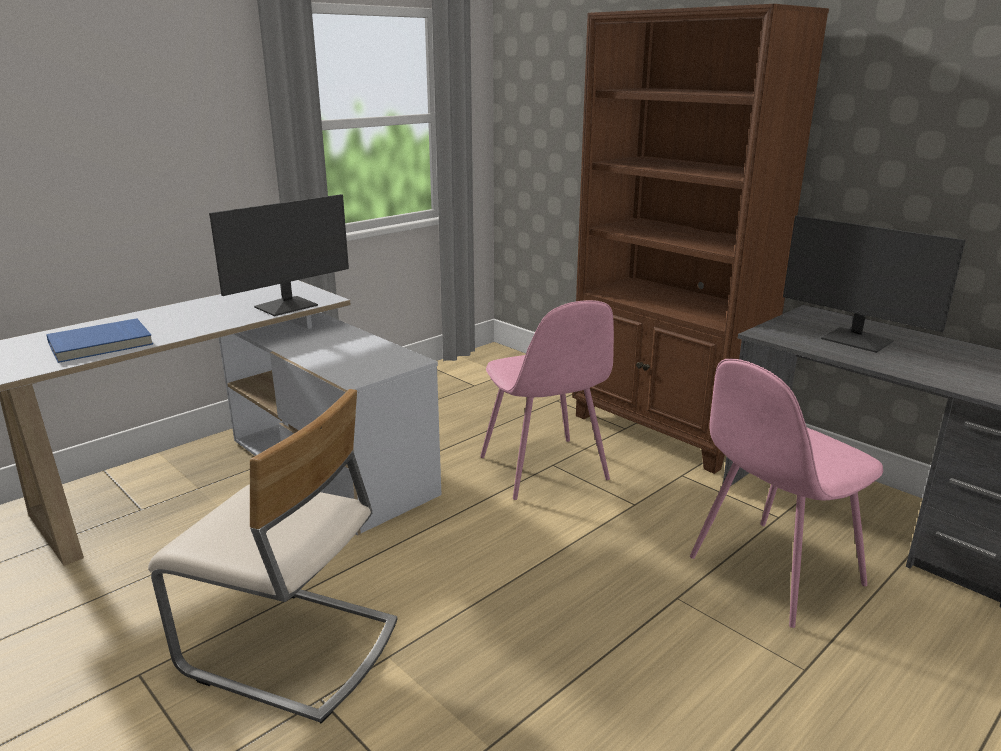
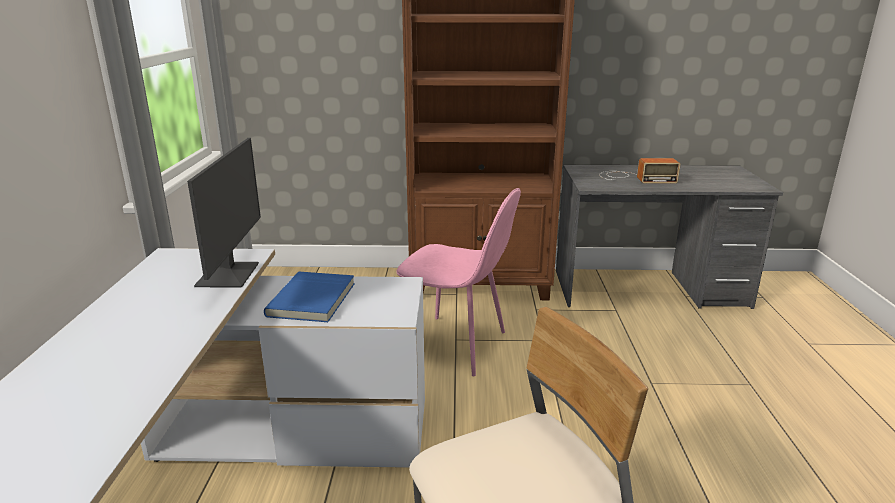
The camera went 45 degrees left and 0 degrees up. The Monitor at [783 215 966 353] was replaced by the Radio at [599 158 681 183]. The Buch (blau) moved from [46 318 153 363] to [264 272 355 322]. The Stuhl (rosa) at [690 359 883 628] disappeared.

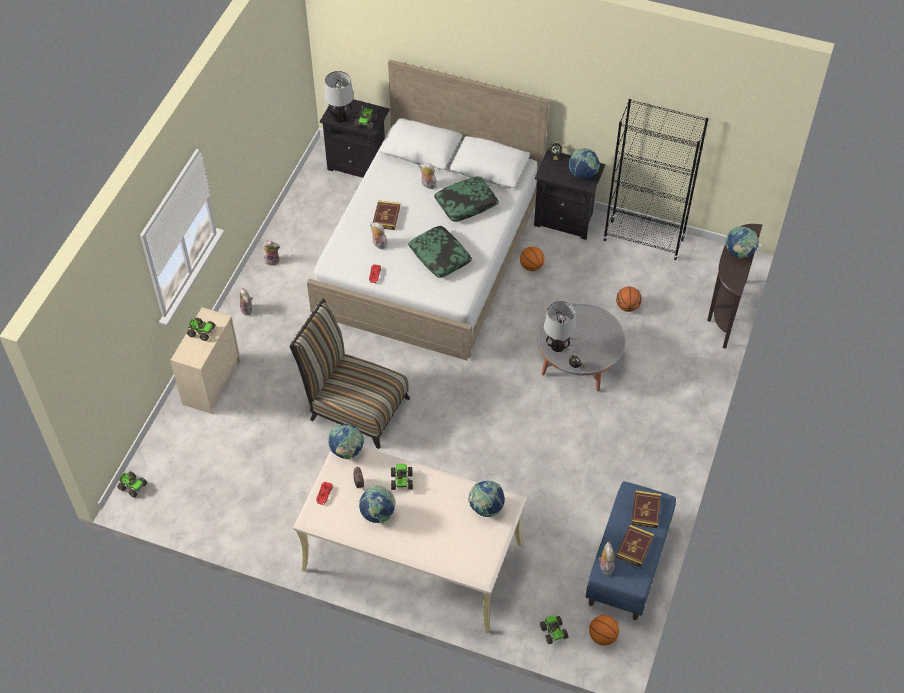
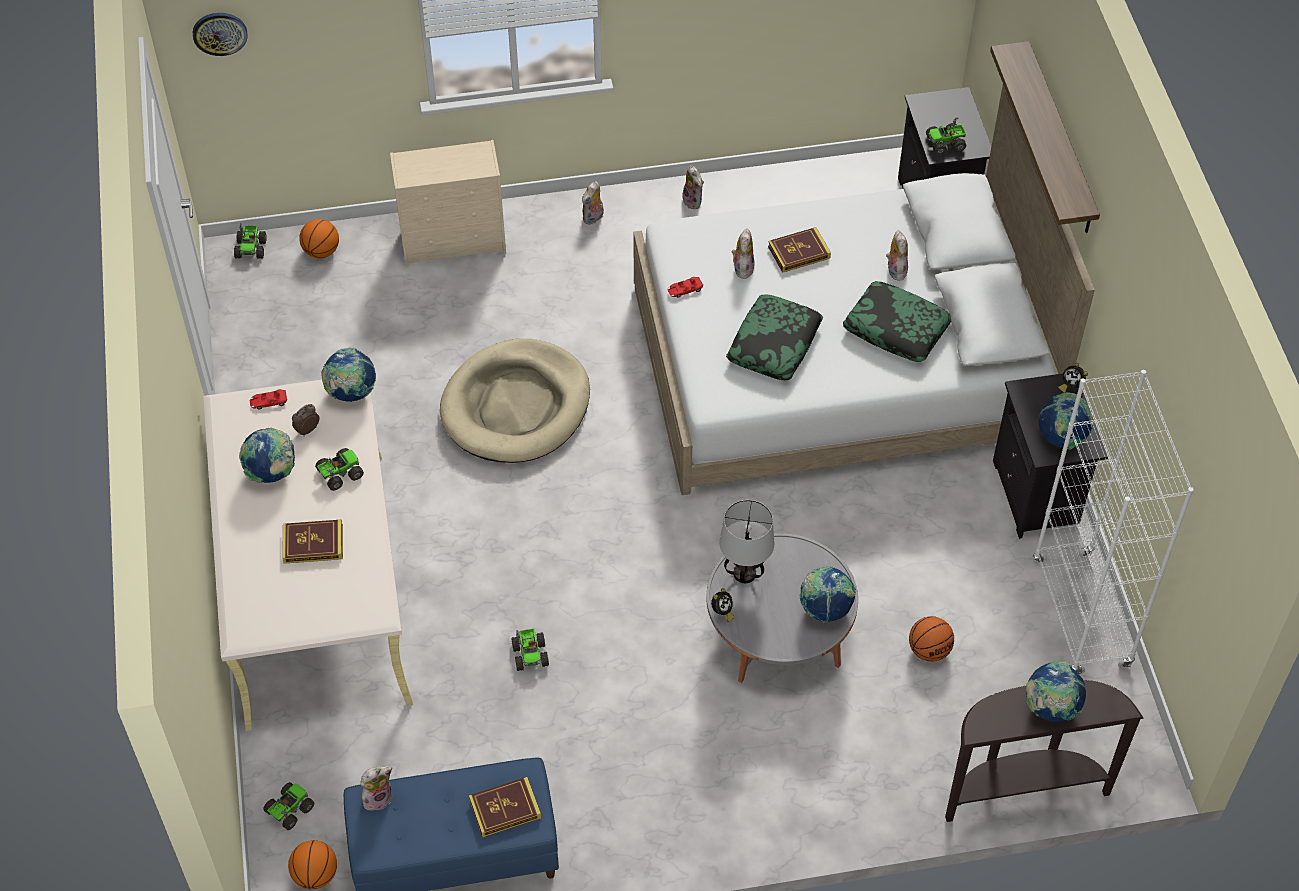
The camera went 60 degrees right and 0 degrees up. The Tischlampe at [324 71 354 122] disappeared. The Bücherregal (schwarz) at [603 99 708 260] became the Bücherregal (weiß) at [1033 370 1194 675]. The Basketball moved from [520 247 545 271] to [299 219 339 258]. The Stuhl at [289 298 410 449] was replaced by the Hundebett (beige) at [440 338 590 463]. The Spielzeuglaster moved from [187 318 216 341] to [511 629 549 671]. The Globus moved from [468 481 505 517] to [800 566 856 622]. The Buch moved from [616 525 654 567] to [282 519 343 564]. The Wanduhr at [193 13 248 56] appeared. The Wandregal at [990 41 1100 233] appeared.

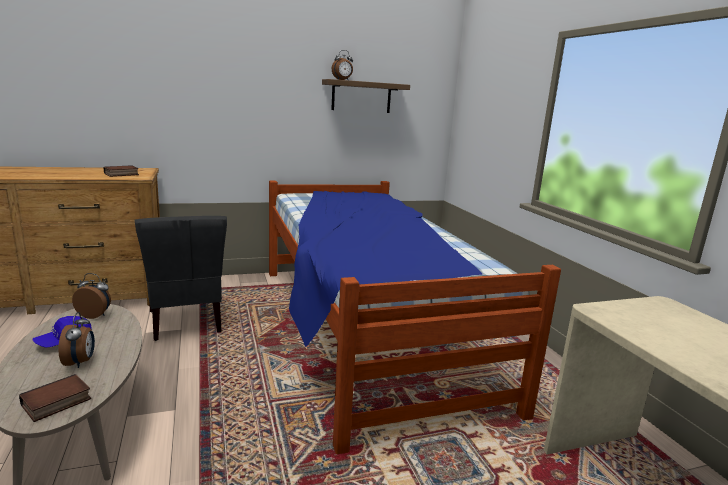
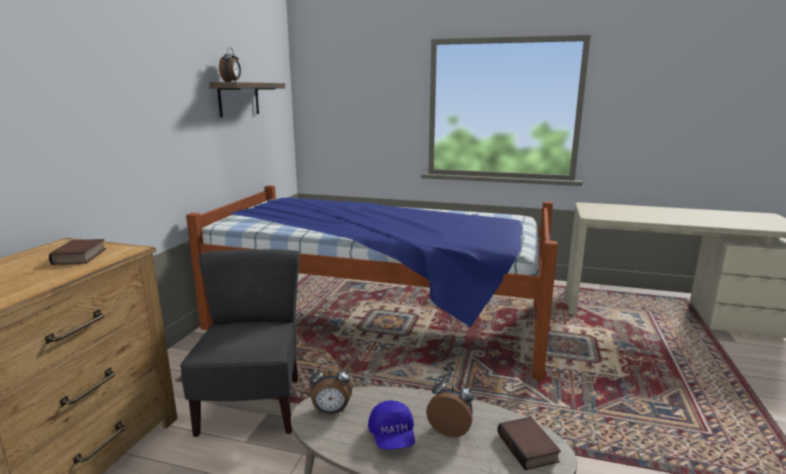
The camera went 55 degrees left and 0 degrees up. The Stuhl (grau) at [135 216 227 341] turned 105 degrees counterclockwise. The Wecker at [72 273 111 319] turned 135 degrees counterclockwise.

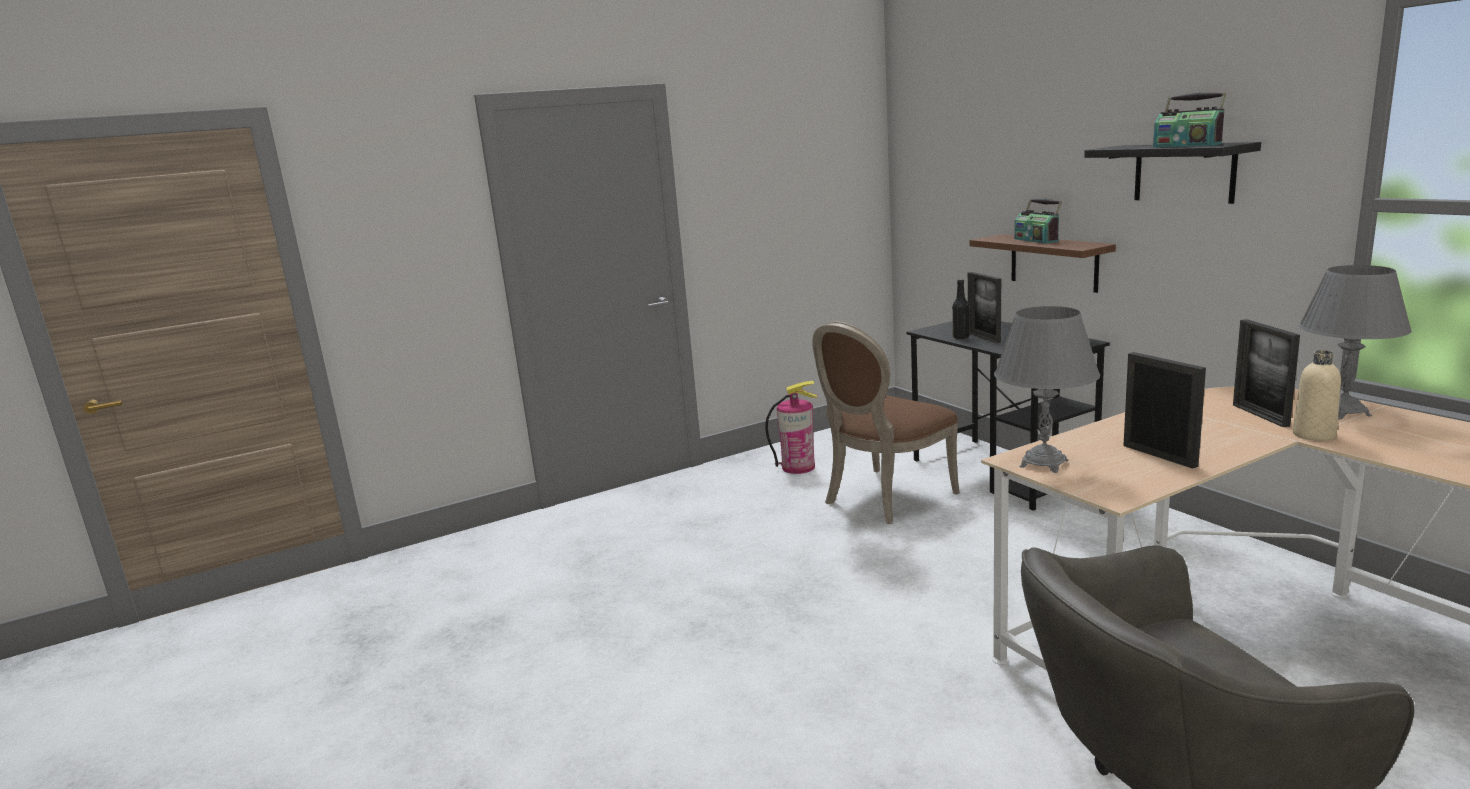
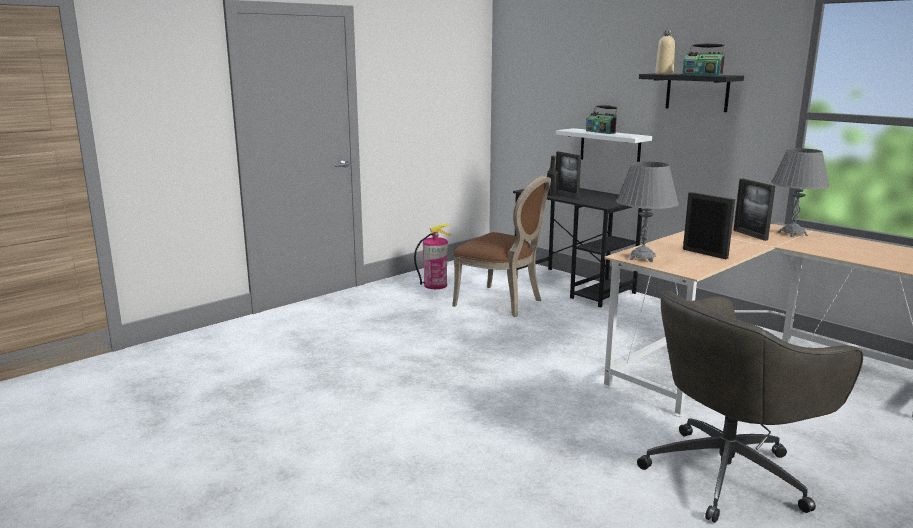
The camera went 15 degrees left and 0 degrees up. The Wandregal (braun) at [969 234 1116 293] became the Wandregal (weiß) at [556 128 652 162]. The Stuhl (braun) at [812 321 960 524] turned 90 degrees counterclockwise. The Flasche (beige) moved from [1293 350 1341 441] to [655 31 675 74].

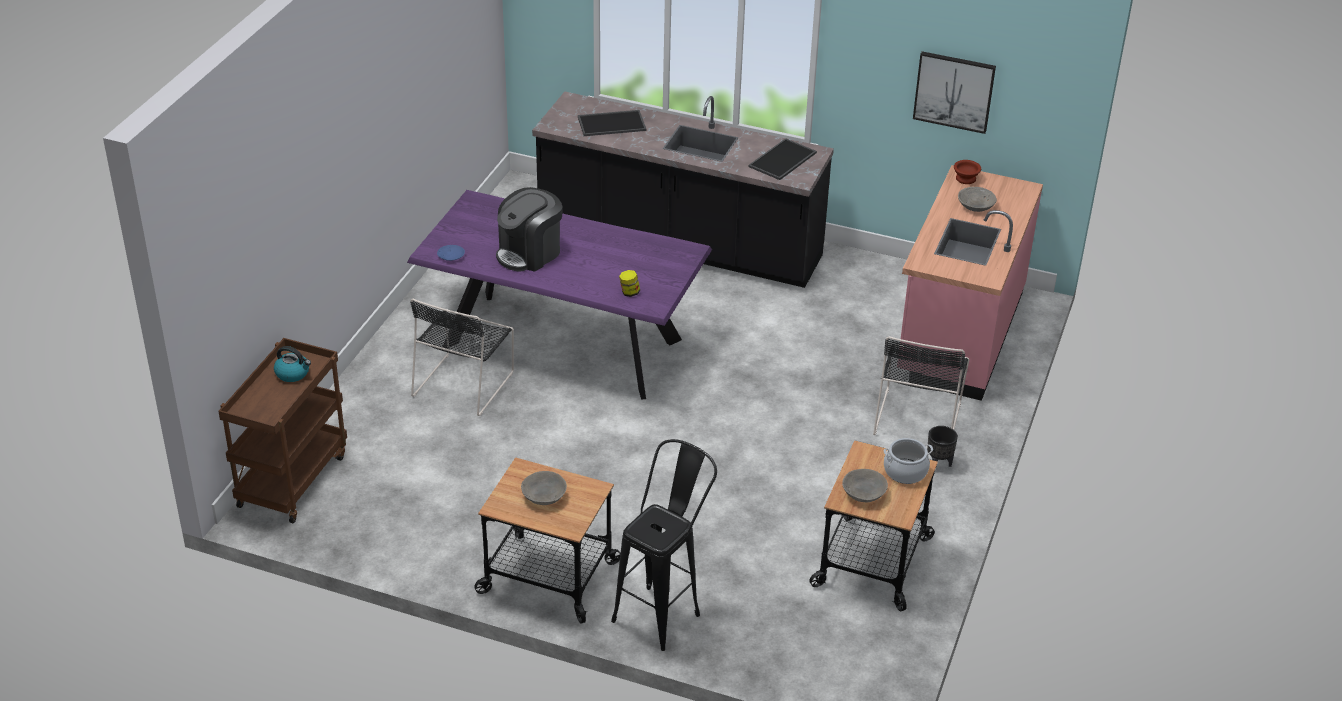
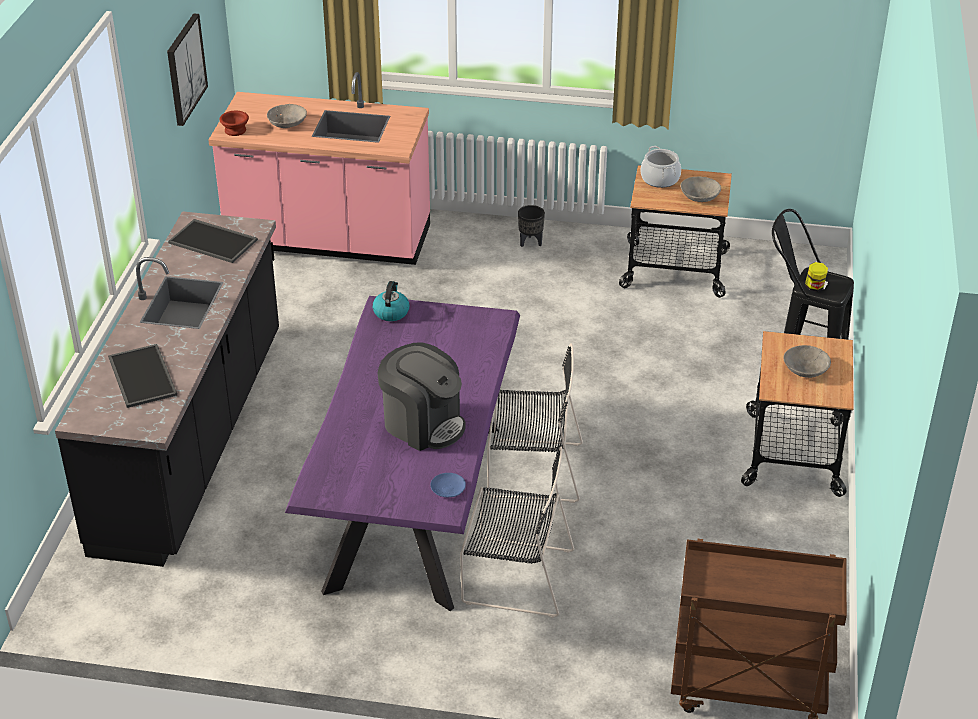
The camera went 100 degrees left and 0 degrees up. The Vorratsglas moved from [619 270 640 297] to [805 262 828 292]. The Stuhl (schwarz) moved from [873 336 969 435] to [487 343 583 503]. The Wasserkessel moved from [274 346 311 382] to [372 281 410 321].

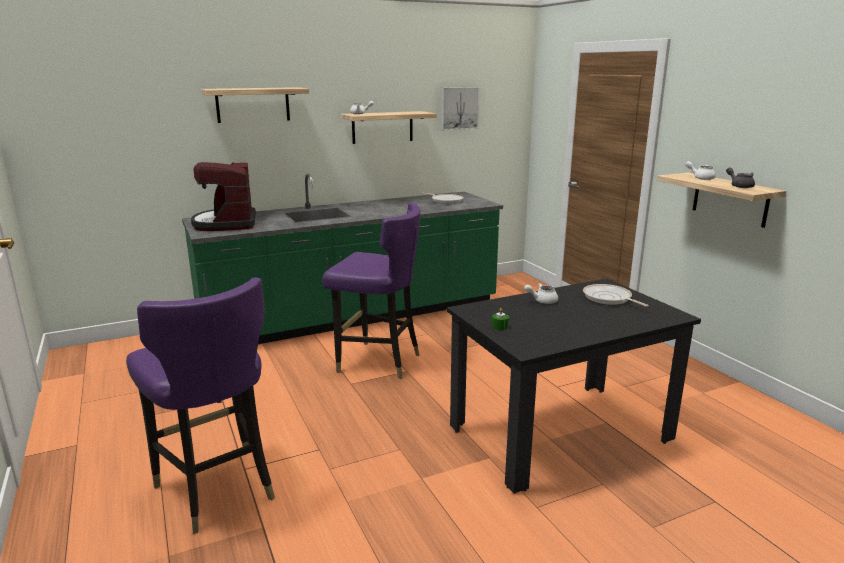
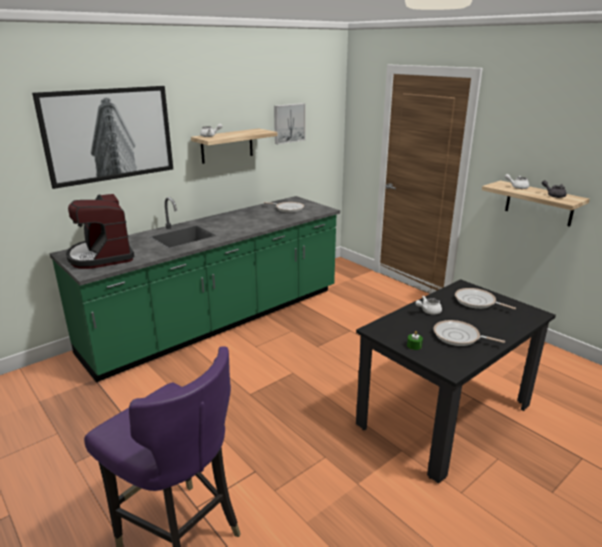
The camera went 15 degrees left and 5 degrees up. The Wandregal at [201 87 309 123] was replaced by the Bild at [32 86 173 189]. The Stuhl (lila) at [322 203 421 379] disappeared. The Pfanne at [434 320 505 346] appeared.

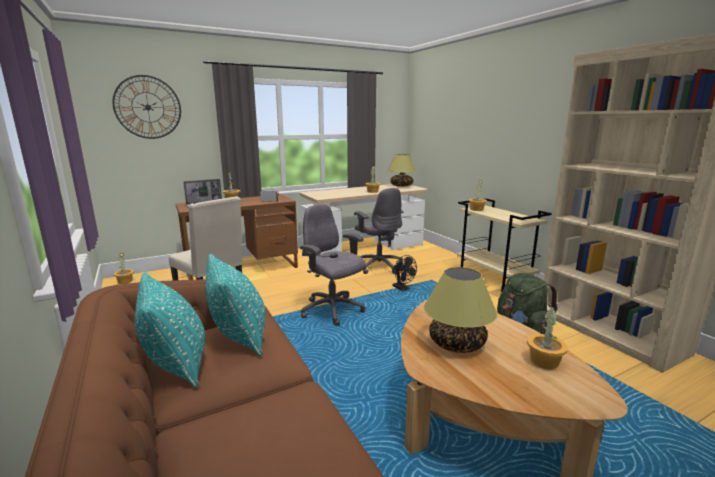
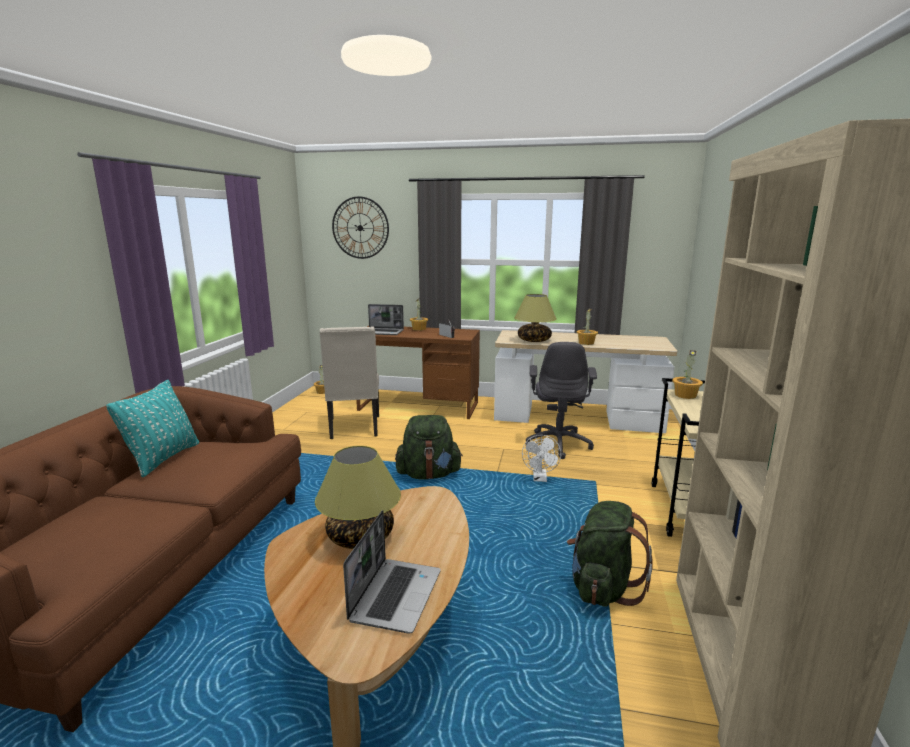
The camera went 40 degrees right and 0 degrees up. The Tischlampe moved from [388 154 416 187] to [514 294 557 342]. The Bürostuhl (grau) at [300 204 366 326] was replaced by the Rucksack (grün) at [395 415 463 480]. The Kissen (türkis) at [205 254 266 356] disappeared. The Ventilator (schwarz) at [393 255 417 291] became the Ventilator (weiß) at [522 435 561 482]. The Topfpflanze at [527 304 568 369] was replaced by the Laptop at [343 510 441 633].

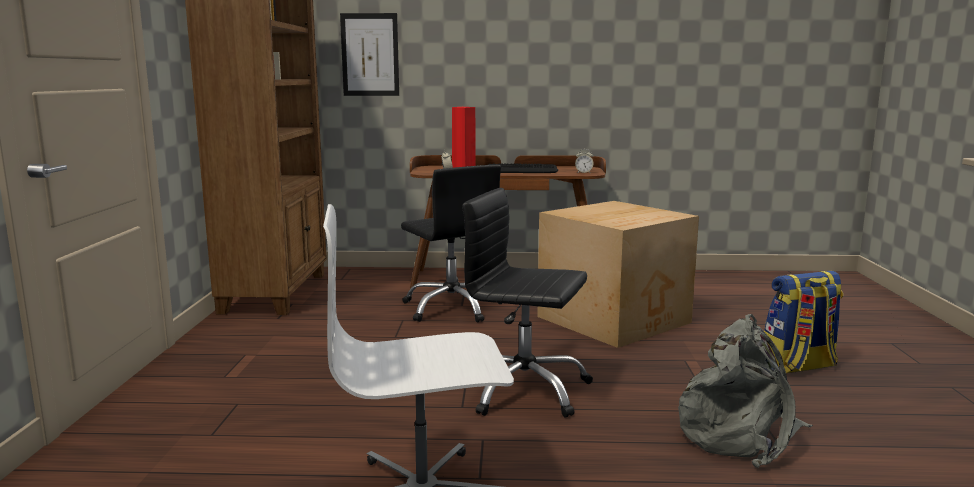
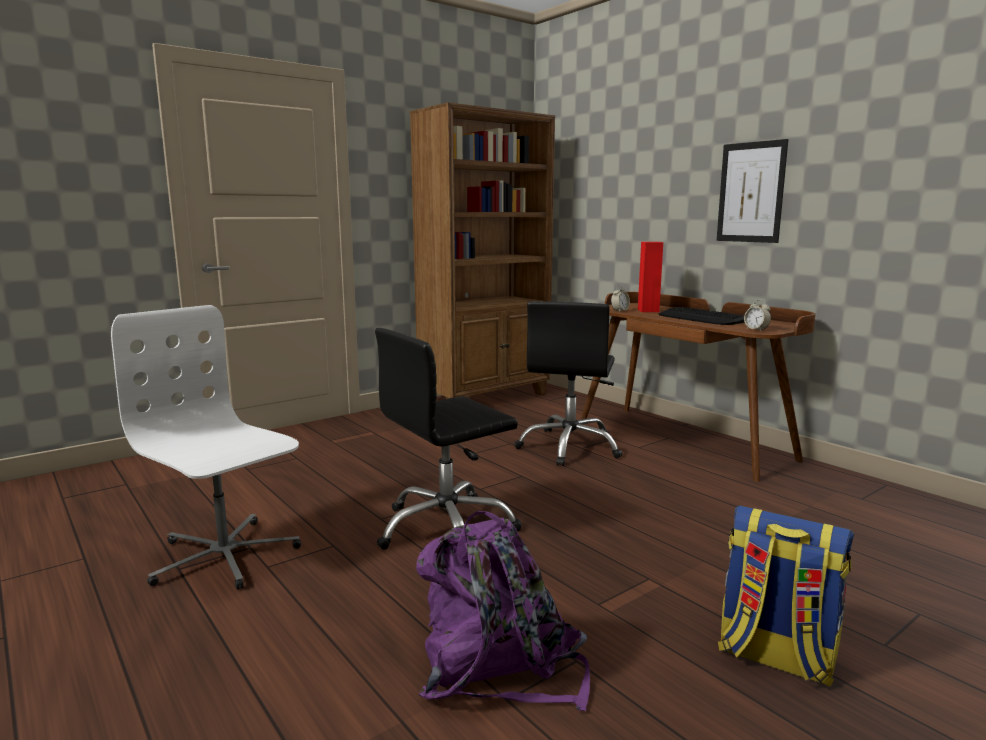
The camera went 50 degrees right and 0 degrees up. The Bild moved from [340 13 399 96] to [717 139 788 243]. The Bürostuhl (schwarz) at [462 188 593 418] turned 105 degrees counterclockwise. The Karton at [537 201 699 348] disappeared. The Rucksack (grau) at [678 314 813 468] became the Rucksack (lila) at [416 511 590 711].

